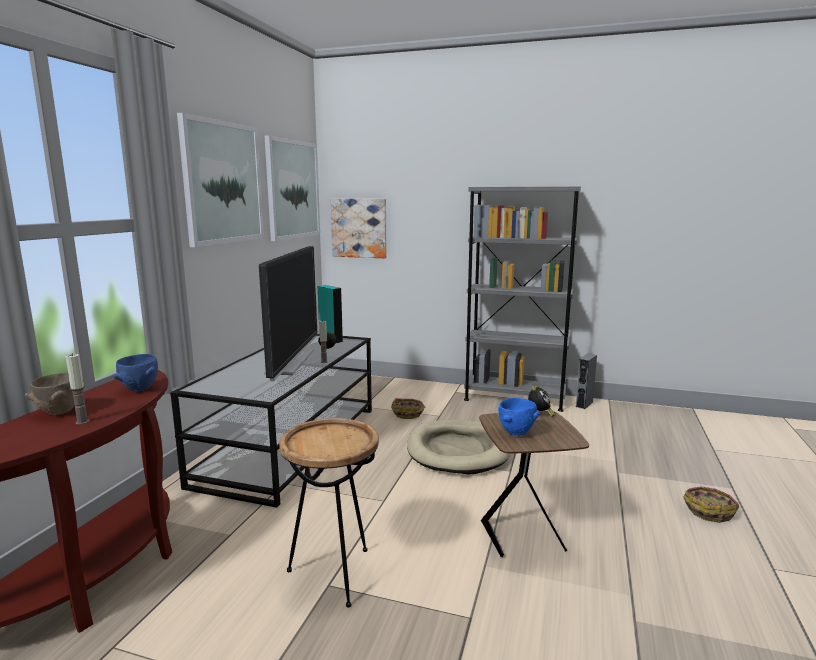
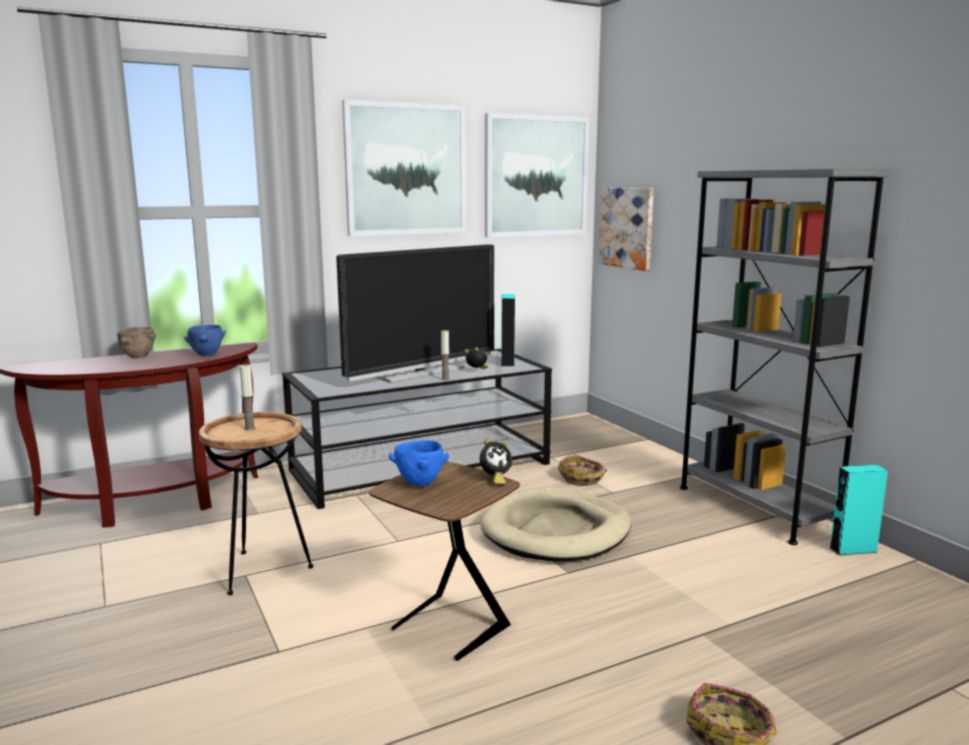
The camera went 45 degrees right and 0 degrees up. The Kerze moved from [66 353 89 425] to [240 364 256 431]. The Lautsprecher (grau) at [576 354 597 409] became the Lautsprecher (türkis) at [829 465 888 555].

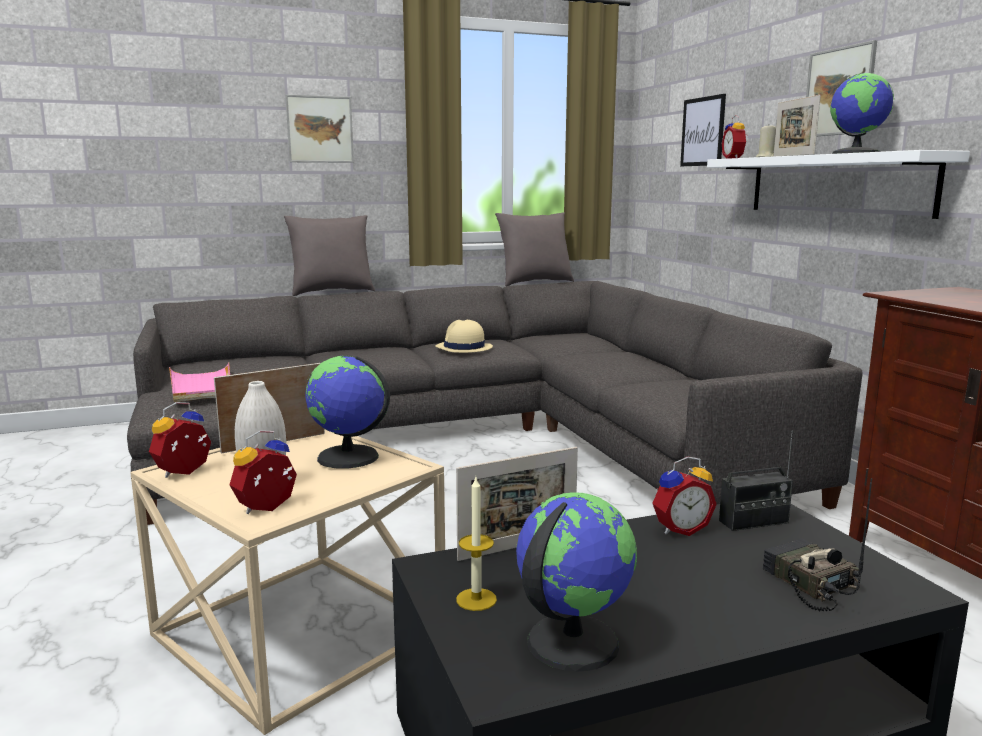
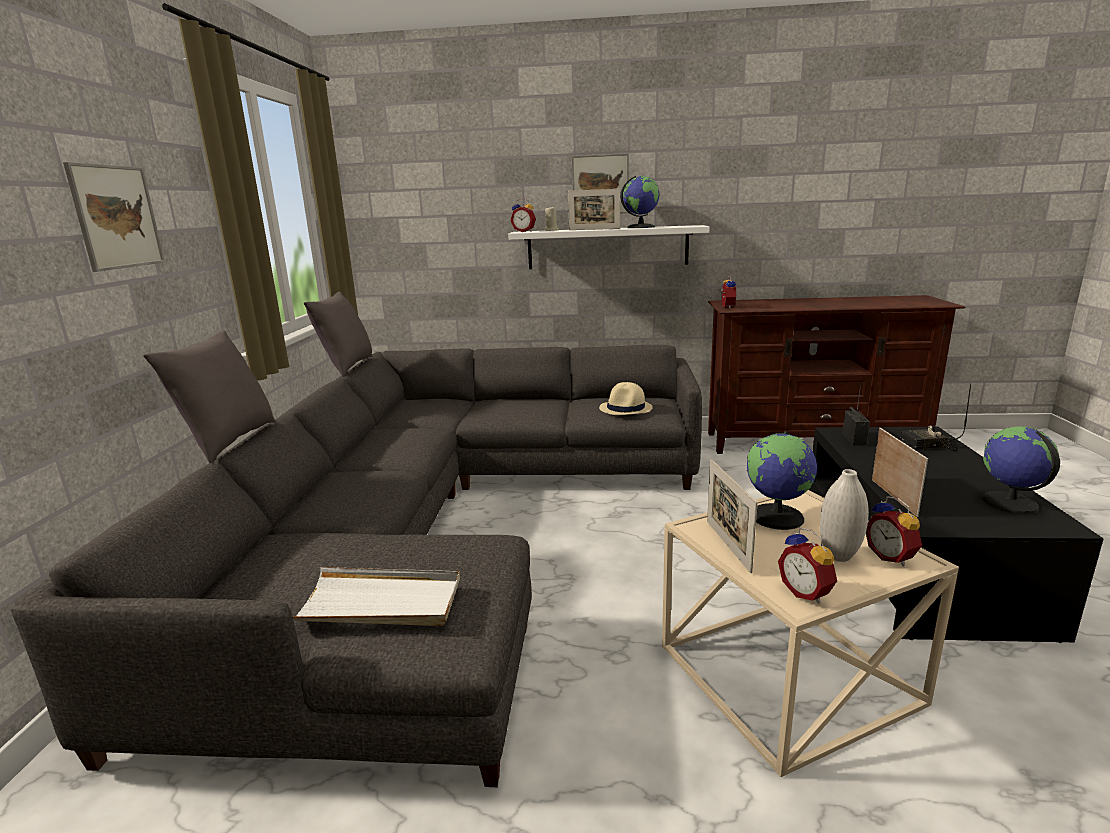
The camera went 65 degrees left and 5 degrees up. The Bild at [680 94 726 166] disappeared. The Hut (beige) moved from [435 320 493 353] to [599 382 653 415]. The Tablett (rosa) at [169 362 230 402] became the Tablett (weiß) at [292 567 460 626]. The Wecker moved from [652 456 717 536] to [719 274 736 309]. The Kerze at [456 477 497 611] disappeared.

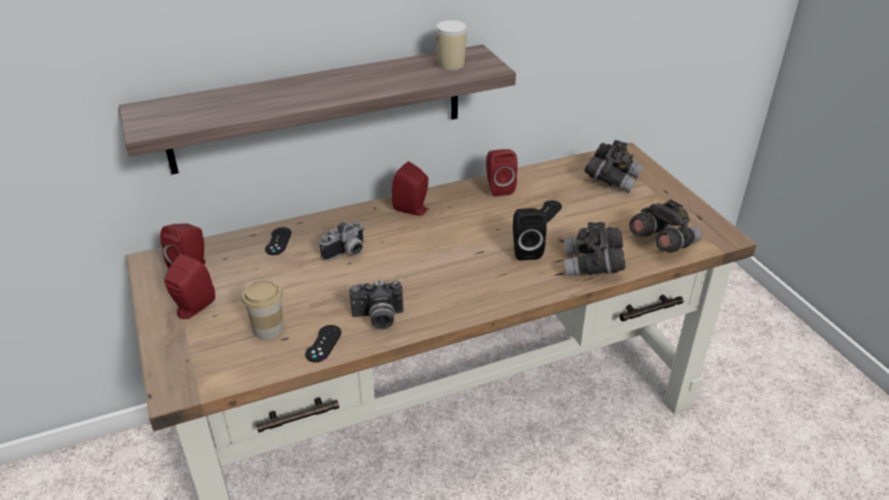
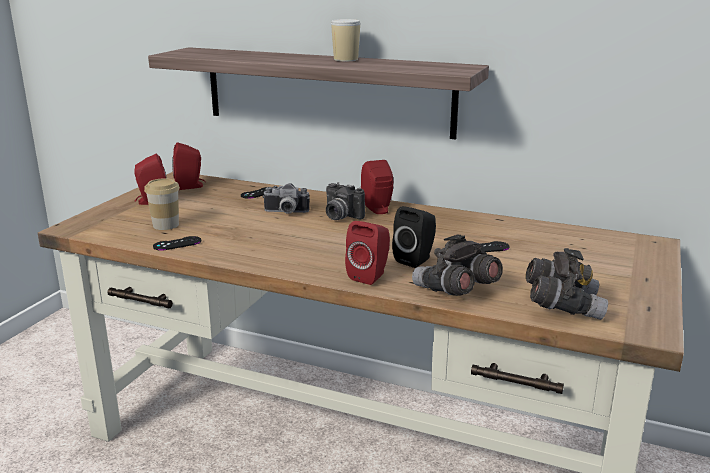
The camera went 45 degrees right and 15 degrees down. The Tasse moved from [435 20 468 70] to [331 19 361 61]. The Fernglas (grau) at [585 140 644 193] disappeared. The Lautsprecher (rot) moved from [486 149 518 197] to [345 221 390 285]. The Kamera moved from [349 280 403 330] to [326 182 365 220].

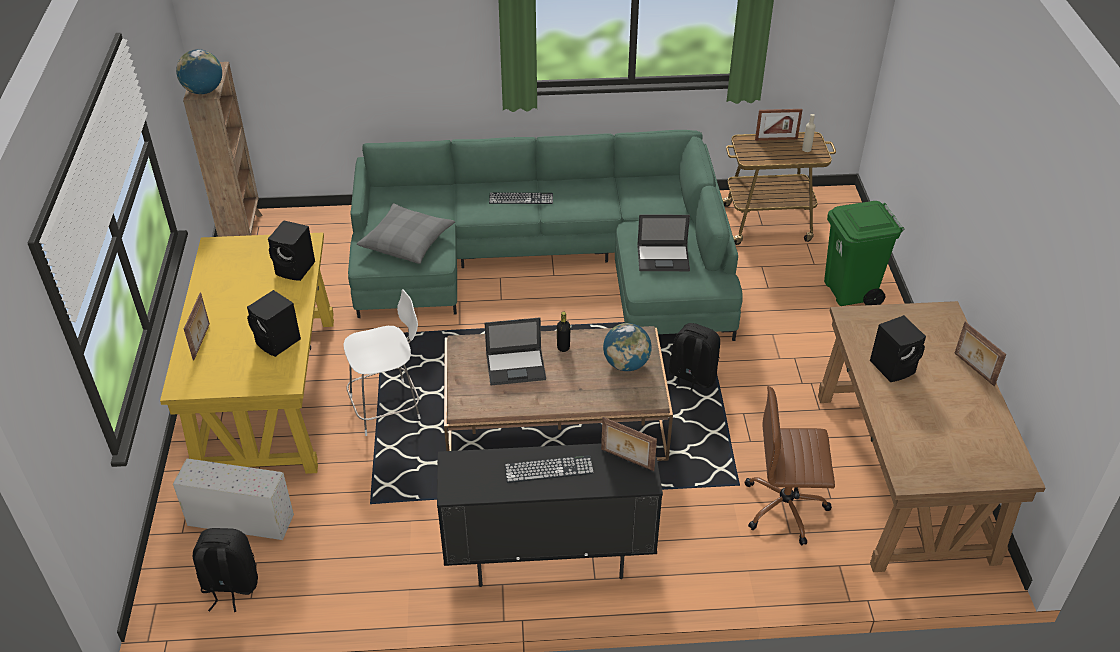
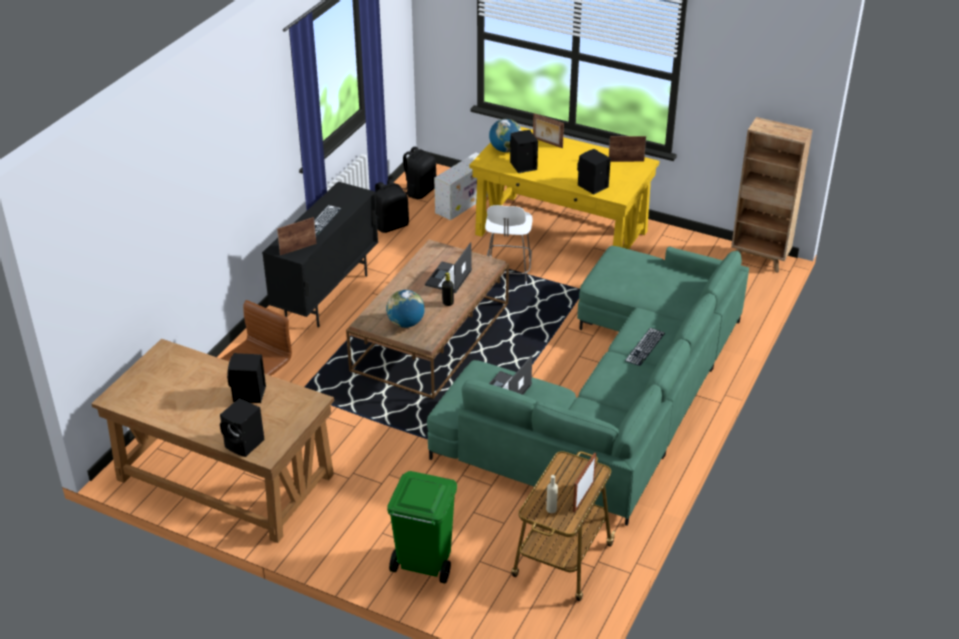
The camera went 120 degrees right and 5 degrees down. The Globus moved from [176 49 222 94] to [489 119 522 152]. The Kissen (grau) at [357 203 455 264] disappeared. The Bilderrahmen moved from [955 322 1006 386] to [609 136 646 162]. The Rucksack (schwarz) moved from [668 323 720 398] to [375 179 409 233]. The Lautsprecher (schwarz) at [220 398 265 457] appeared.

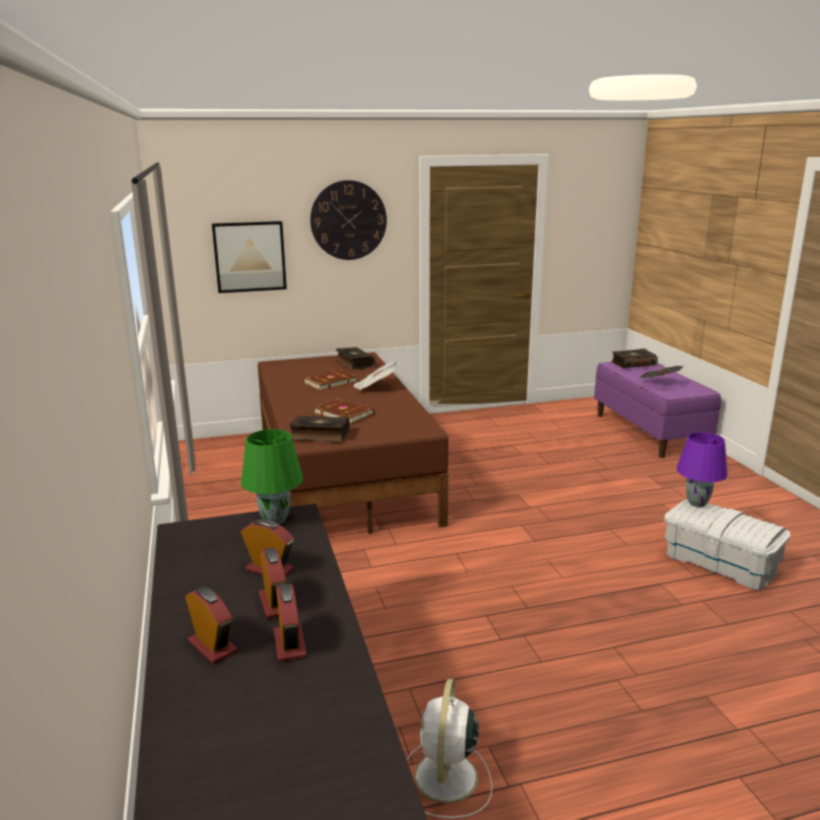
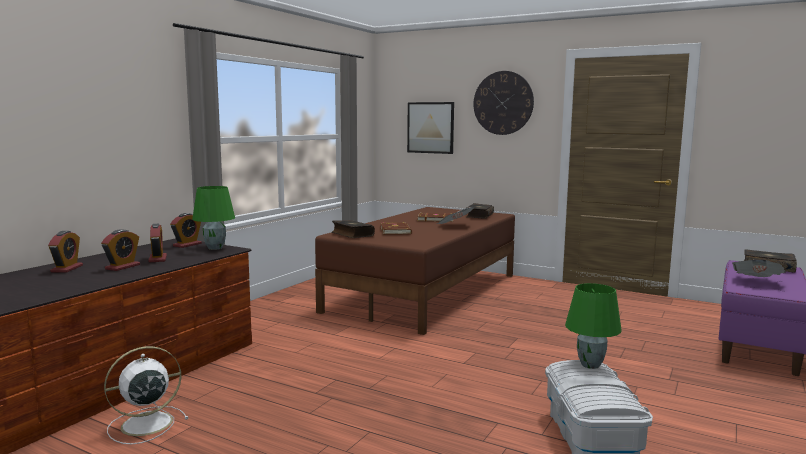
The camera went 45 degrees right and 10 degrees down. The Tischlampe (lila) at [677 432 727 507] became the Tischlampe (grün) at [565 283 622 369]. The Wecker moved from [274 584 307 662] to [170 213 202 248].

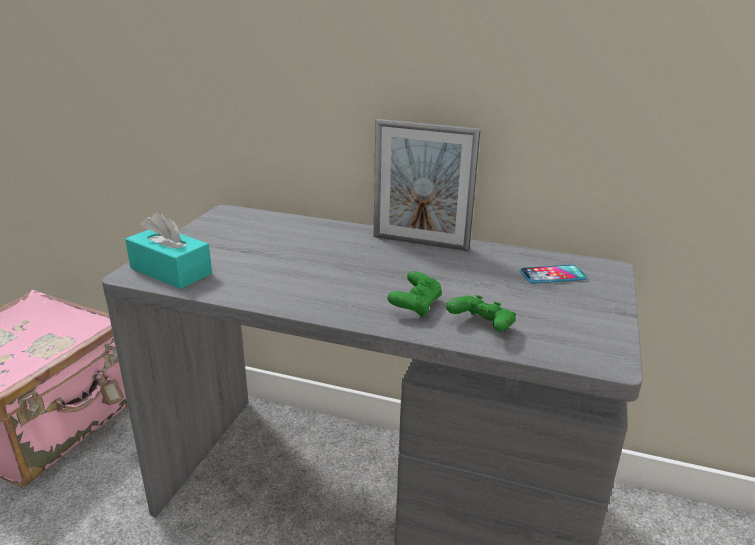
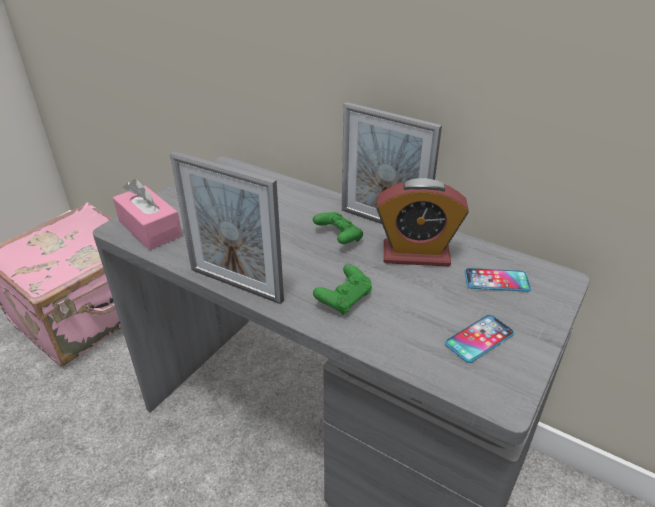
The camera went 15 degrees right and 10 degrees up. The Taschentuchbox (türkis) at [125 211 212 289] became the Taschentuchbox (rosa) at [113 179 182 250]. The Gamepad (grün) moved from [446 295 516 332] to [313 212 363 244]. The Bilderrahmen at [170 151 284 304] appeared. The Wecker at [376 178 469 266] appeared. The Handy at [445 315 514 363] appeared.

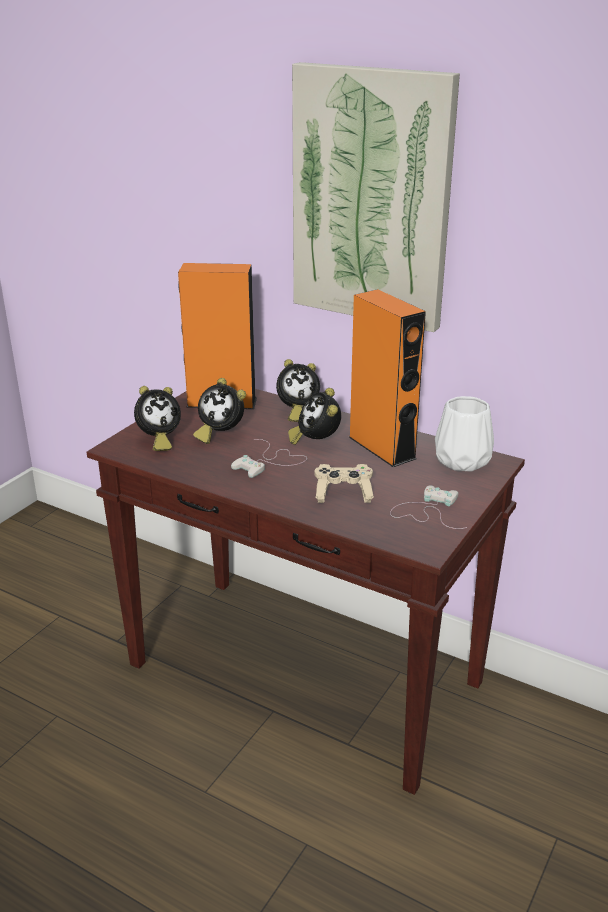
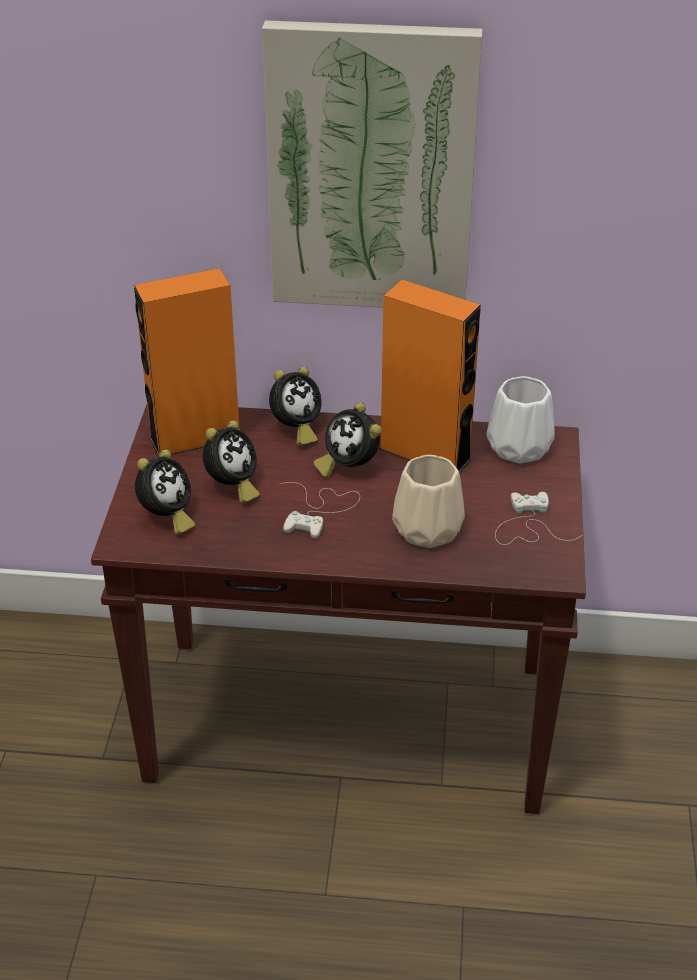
The camera went 25 degrees left and 10 degrees up. The Wecker at [193 378 246 444] turned 60 degrees counterclockwise. The Gamepad (beige) at [315 464 374 503] was replaced by the Vase (beige) at [392 455 465 548].

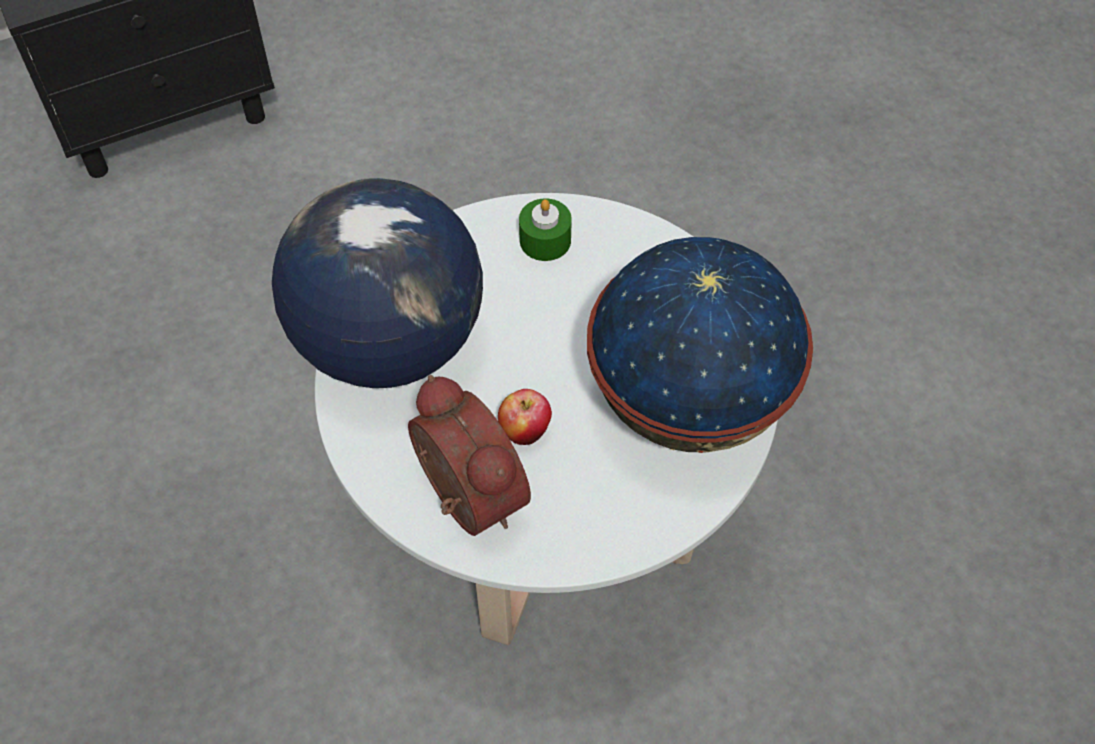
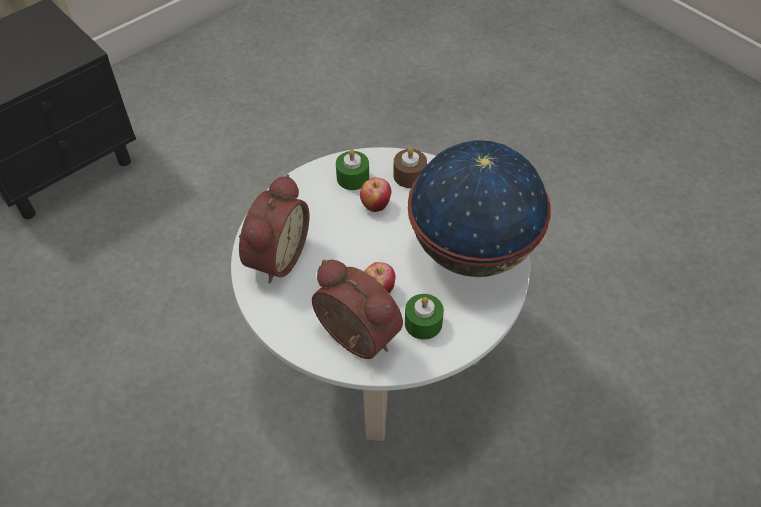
The camera went 15 degrees left and 5 degrees down. The Globus at [272 178 483 388] was replaced by the Wecker at [239 174 309 284]. The Kerze (braun) at [394 147 427 188] appeared. The Apfel at [360 177 391 212] appeared. The Kerze (grün) at [405 294 444 340] appeared.

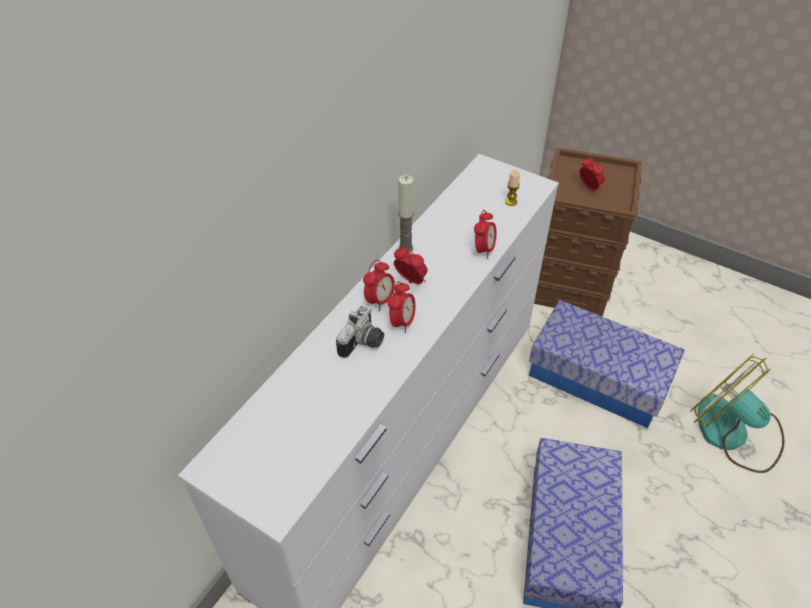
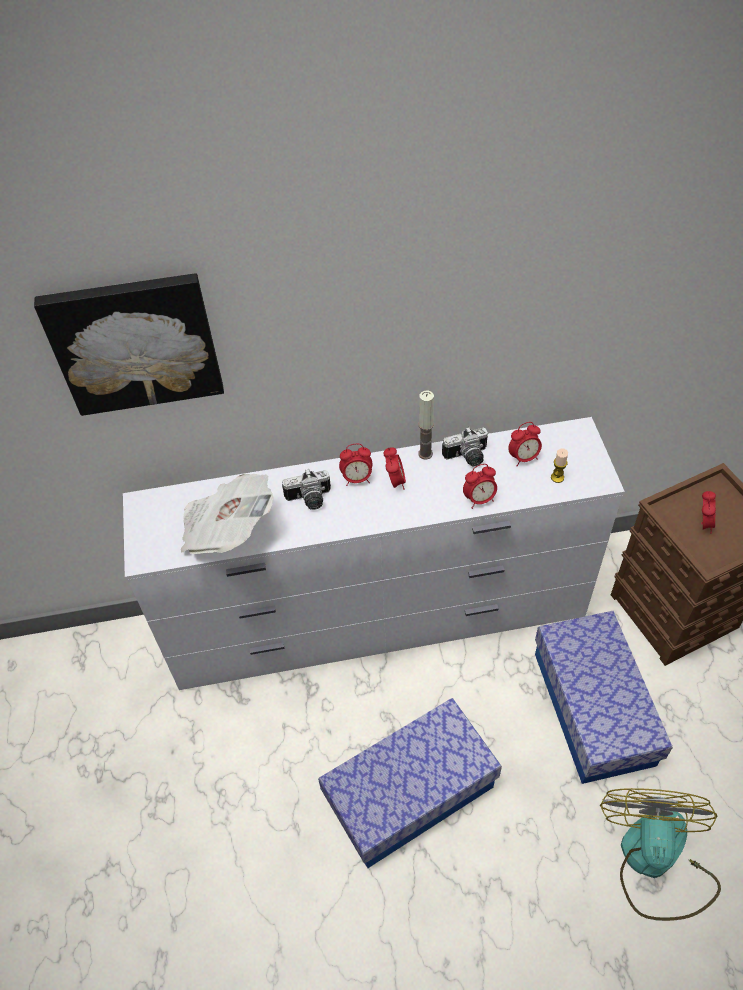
The camera went 50 degrees right and 5 degrees up. The Wecker moved from [387 281 416 333] to [508 422 542 467]. The Bild at [34 273 224 416] appeared. The Kamera at [442 427 488 466] appeared. The Zeitung at [181 473 273 554] appeared.

